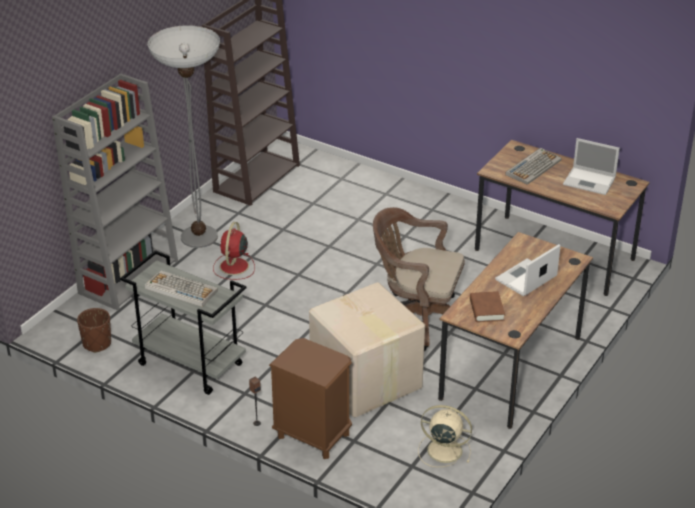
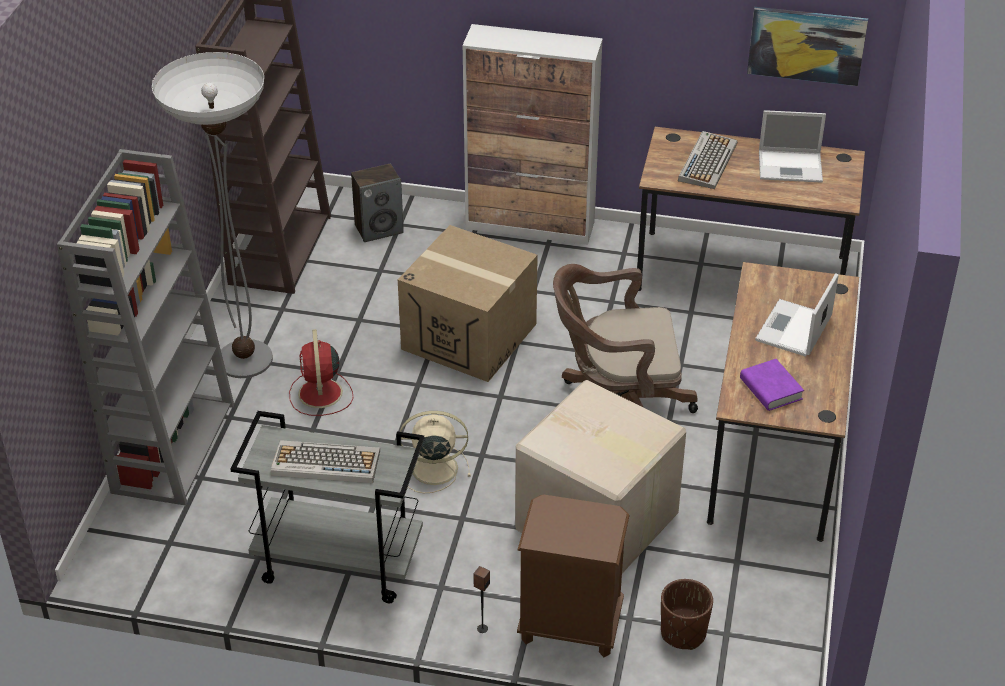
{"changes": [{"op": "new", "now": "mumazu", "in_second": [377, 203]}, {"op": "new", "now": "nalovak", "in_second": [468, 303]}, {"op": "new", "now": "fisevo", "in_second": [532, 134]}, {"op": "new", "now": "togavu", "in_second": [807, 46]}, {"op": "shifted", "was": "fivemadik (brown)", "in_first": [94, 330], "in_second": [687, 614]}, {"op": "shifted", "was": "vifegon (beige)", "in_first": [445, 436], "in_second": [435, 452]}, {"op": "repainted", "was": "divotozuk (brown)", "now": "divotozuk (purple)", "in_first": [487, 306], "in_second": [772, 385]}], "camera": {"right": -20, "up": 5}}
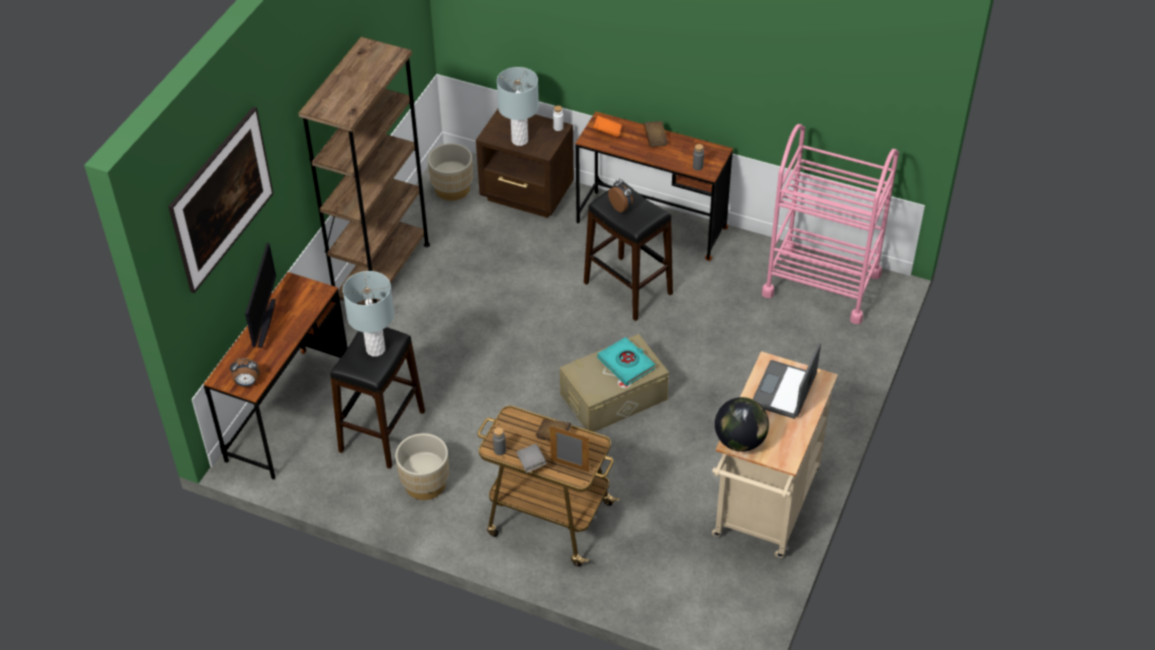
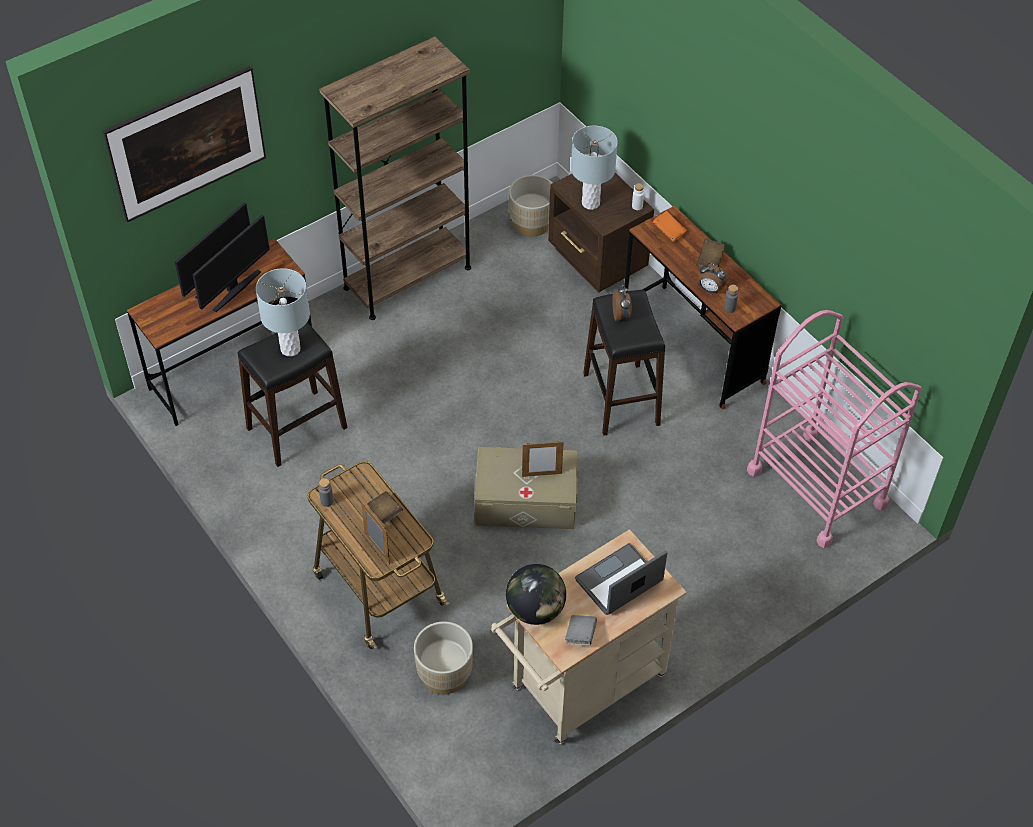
{"changes": [{"op": "new", "now": "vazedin", "in_second": [231, 263]}, {"op": "shifted", "was": "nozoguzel", "in_first": [245, 372], "in_second": [713, 278]}, {"op": "shifted", "was": "fivemadik (beige)", "in_first": [422, 466], "in_second": [443, 657]}, {"op": "shifted", "was": "divotozuk (grey)", "in_first": [531, 458], "in_second": [581, 630]}, {"op": "swapped", "was": "divotozuk (turquoise)", "now": "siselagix", "in_first": [626, 361], "in_second": [543, 459]}], "camera": {"right": 30, "up": 5}}
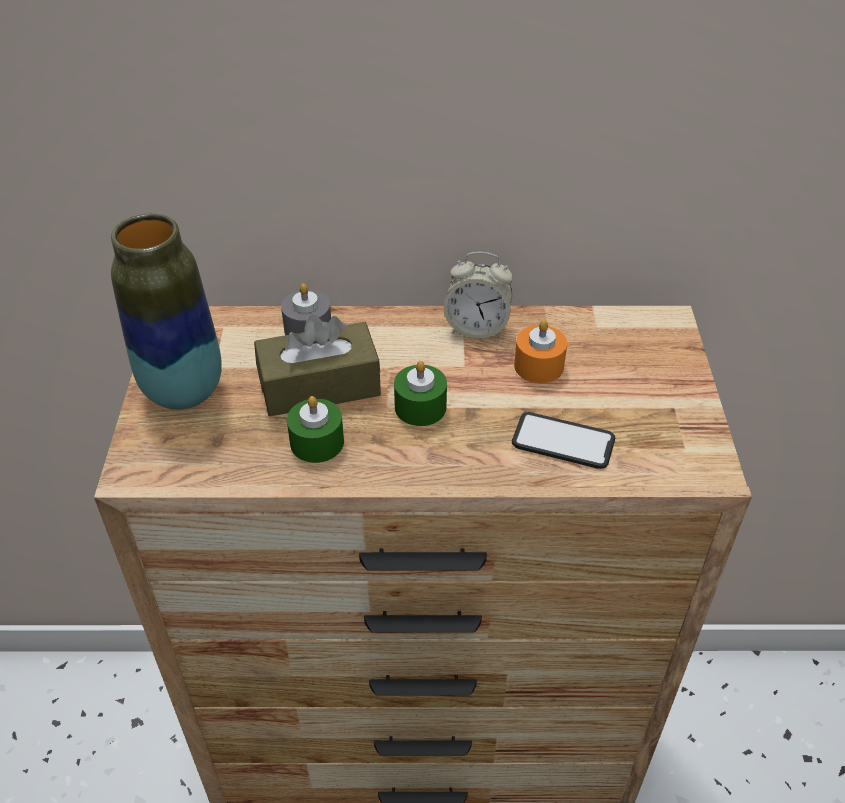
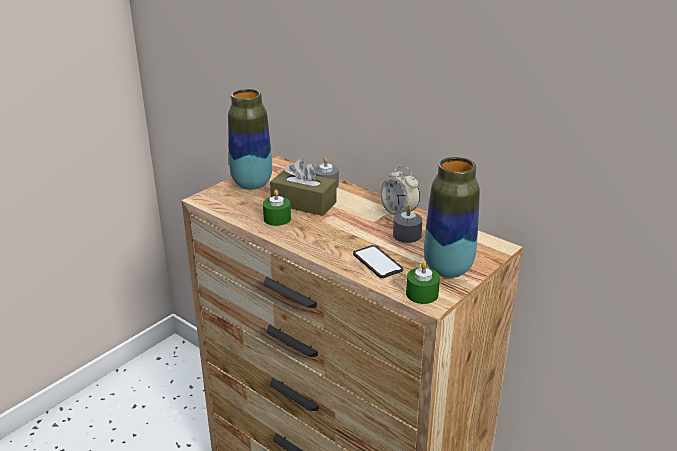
{"changes": [{"op": "new", "now": "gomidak", "in_second": [452, 217]}, {"op": "shifted", "was": "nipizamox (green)", "in_first": [420, 393], "in_second": [423, 282]}, {"op": "repainted", "was": "nipizamox (orange)", "now": "nipizamox (grey)", "in_first": [540, 351], "in_second": [408, 224]}], "camera": {"right": 40, "up": -15}}
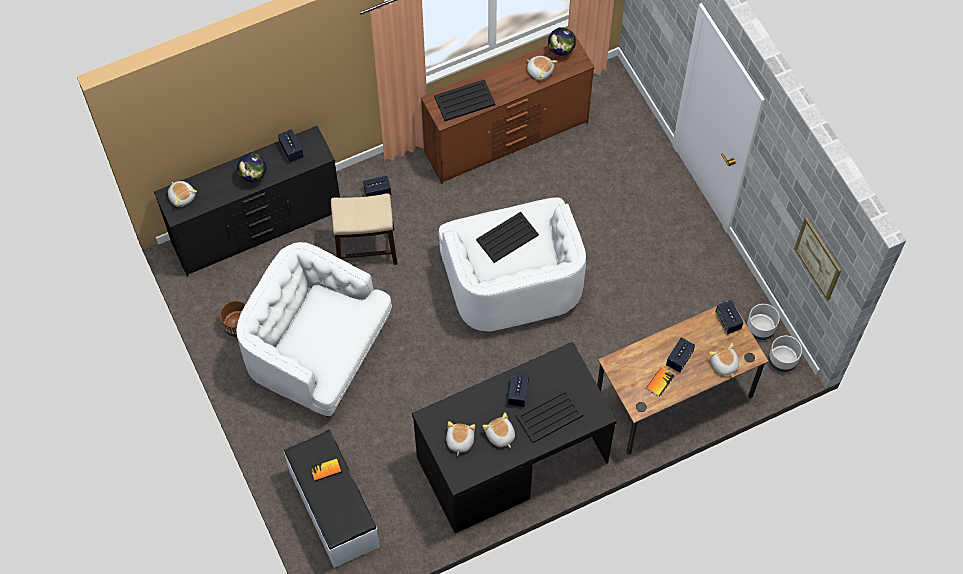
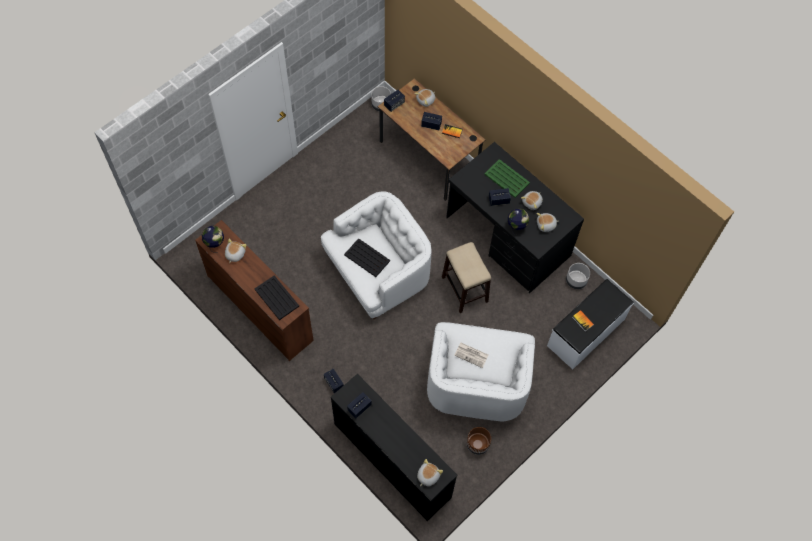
{"changes": [{"op": "gone", "was": "togavu", "in_first": [817, 259]}, {"op": "new", "now": "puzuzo", "in_second": [471, 355]}, {"op": "shifted", "was": "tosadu", "in_first": [251, 169], "in_second": [518, 221]}, {"op": "shifted", "was": "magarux", "in_first": [364, 229], "in_second": [466, 277]}, {"op": "shifted", "was": "fivemadik (grey)", "in_first": [763, 322], "in_second": [578, 276]}, {"op": "repainted", "was": "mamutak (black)", "now": "mamutak (green)", "in_first": [550, 415], "in_second": [507, 178]}], "camera": {"right": -110, "up": 0}}
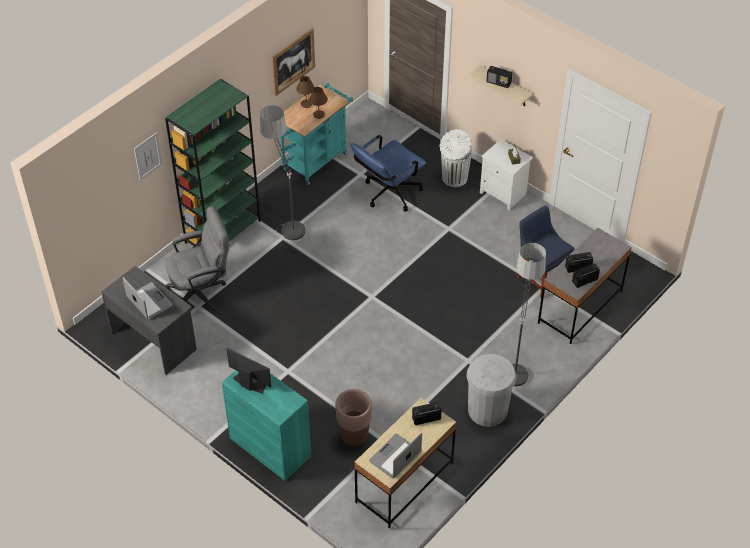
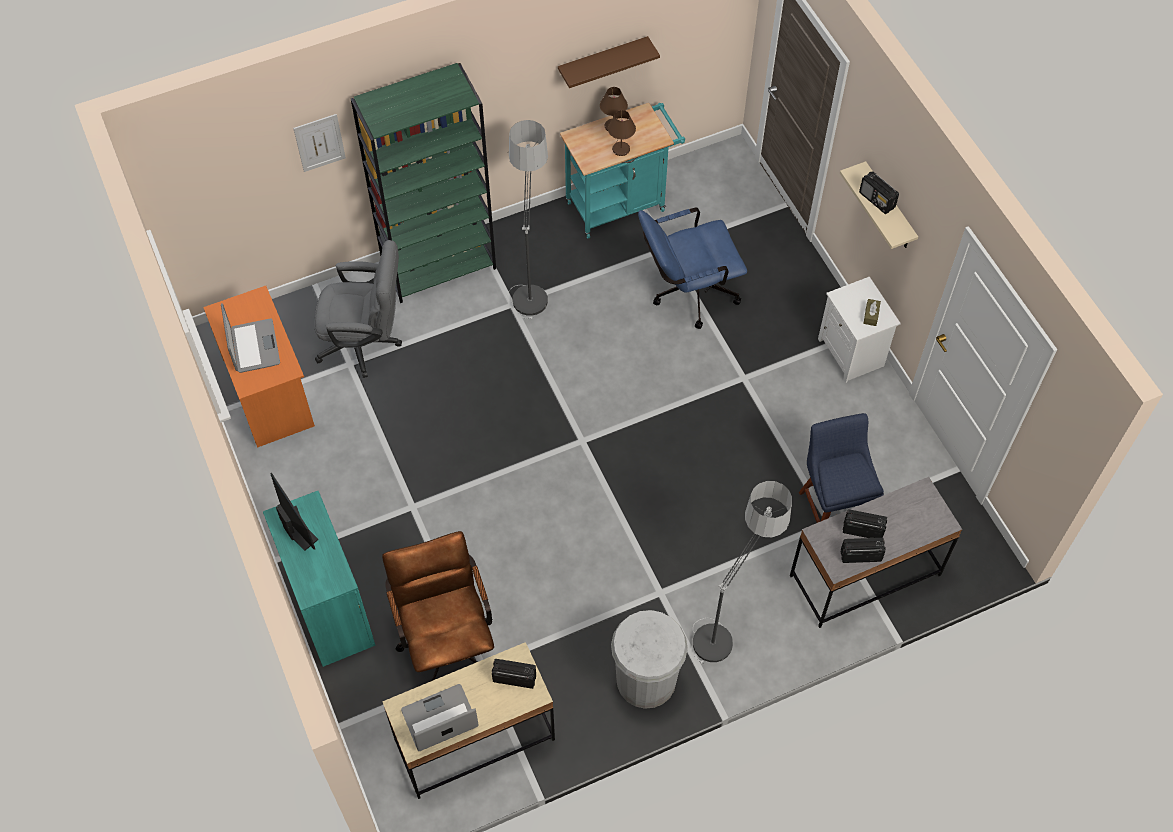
{"changes": [{"op": "gone", "was": "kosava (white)", "in_first": [456, 158]}, {"op": "swapped", "was": "togavu", "now": "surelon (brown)", "in_first": [293, 62], "in_second": [609, 62]}, {"op": "swapped", "was": "fivemadik (brown)", "now": "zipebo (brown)", "in_first": [353, 417], "in_second": [438, 606]}, {"op": "repainted", "was": "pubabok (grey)", "now": "pubabok (orange)", "in_first": [149, 320], "in_second": [259, 367]}], "camera": {"right": 25, "up": 10}}
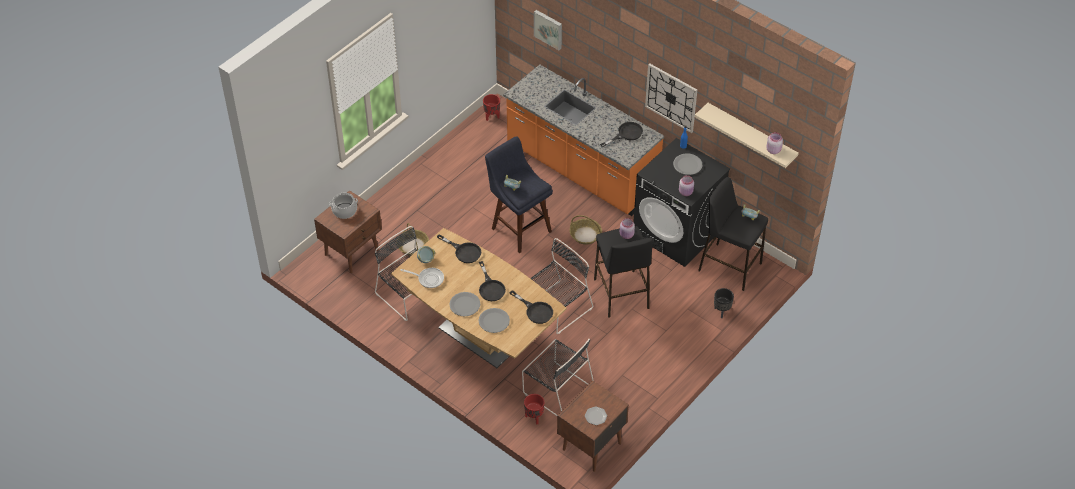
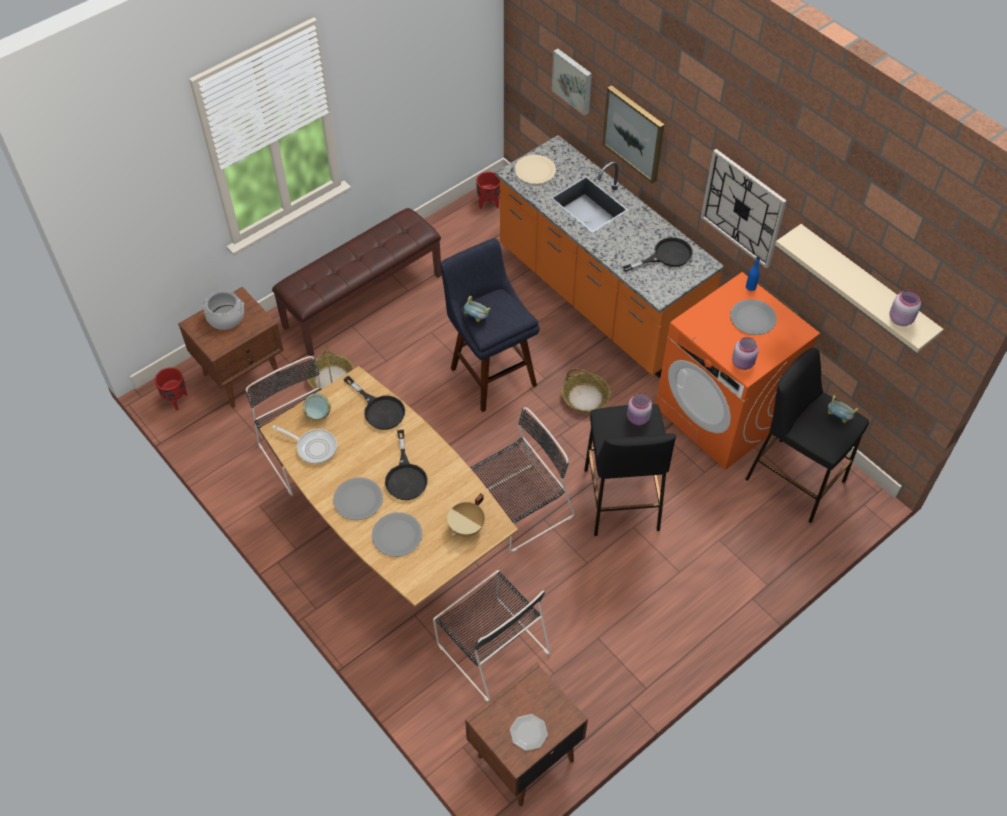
{"changes": [{"op": "gone", "was": "fivemadik (black)", "in_first": [724, 303]}, {"op": "new", "now": "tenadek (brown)", "in_second": [357, 282]}, {"op": "new", "now": "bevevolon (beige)", "in_second": [535, 169]}, {"op": "new", "now": "togavu", "in_second": [633, 134]}, {"op": "shifted", "was": "fivemadik (red)", "in_first": [534, 409], "in_second": [171, 388]}, {"op": "swapped", "was": "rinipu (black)", "now": "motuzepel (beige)", "in_first": [531, 307], "in_second": [466, 515]}, {"op": "repainted", "was": "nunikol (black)", "now": "nunikol (orange)", "in_first": [681, 202], "in_second": [738, 371]}], "camera": {"right": 10, "up": 5}}
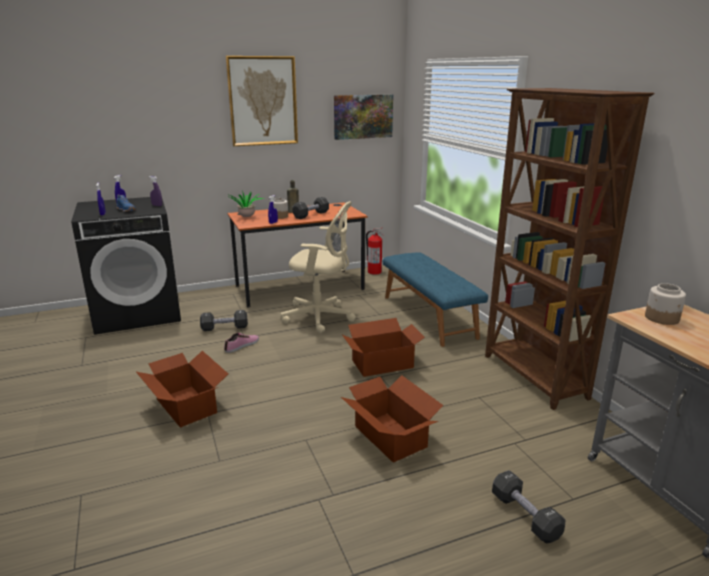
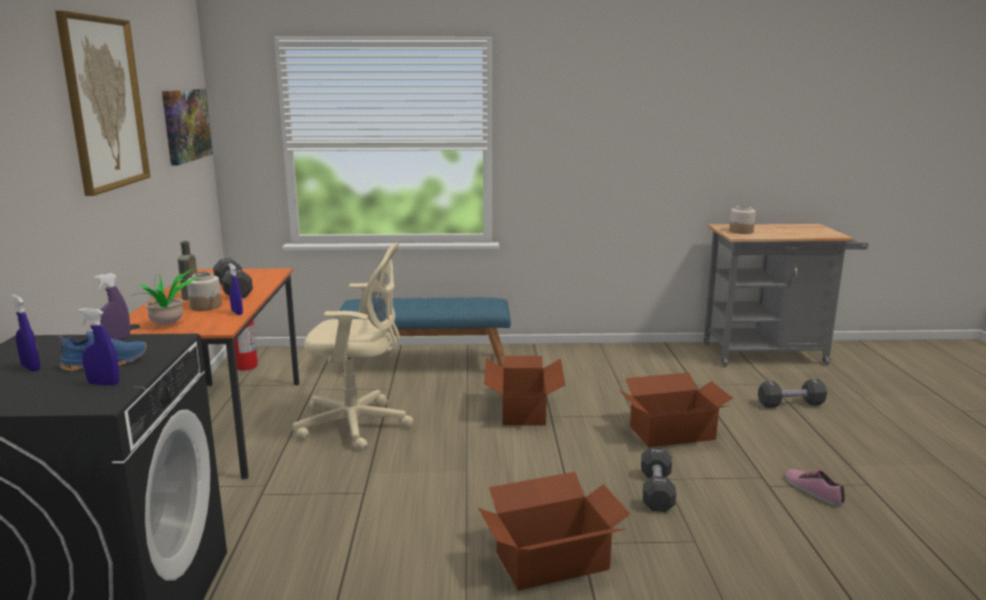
{"changes": [{"op": "gone", "was": "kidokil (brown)", "in_first": [569, 249]}, {"op": "shifted", "was": "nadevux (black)", "in_first": [224, 320], "in_second": [658, 479]}, {"op": "shifted", "was": "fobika", "in_first": [241, 343], "in_second": [815, 487]}, {"op": "rotated", "was": "zipebo (beige)", "in_first": [318, 267], "in_second": [353, 347], "clockwise": 60}], "camera": {"right": -70, "up": -5}}
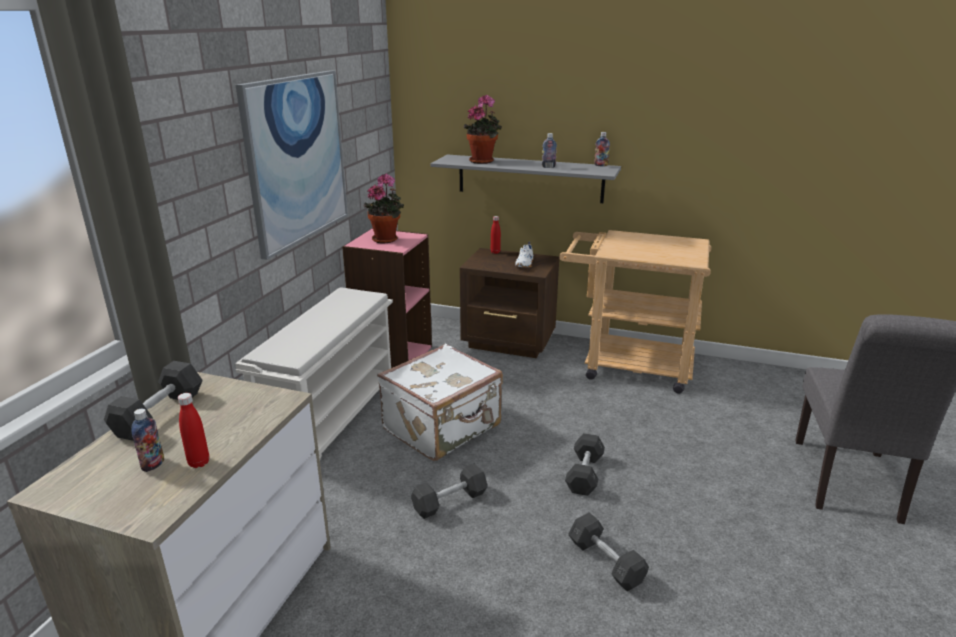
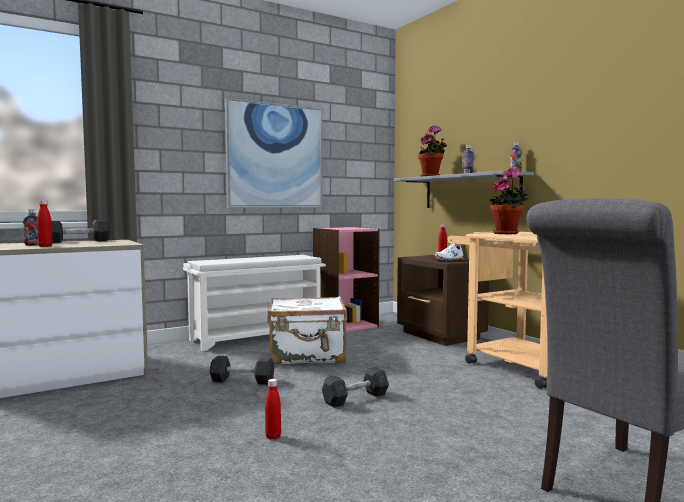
{"changes": [{"op": "shifted", "was": "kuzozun", "in_first": [384, 209], "in_second": [509, 201]}, {"op": "swapped", "was": "nadevux (grey)", "now": "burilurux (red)", "in_first": [608, 551], "in_second": [273, 409]}], "camera": {"right": 40, "up": -20}}
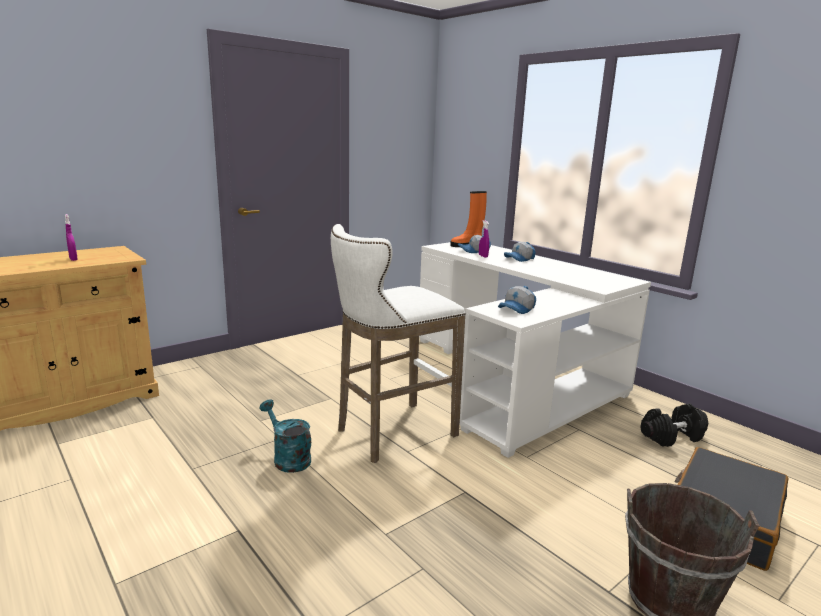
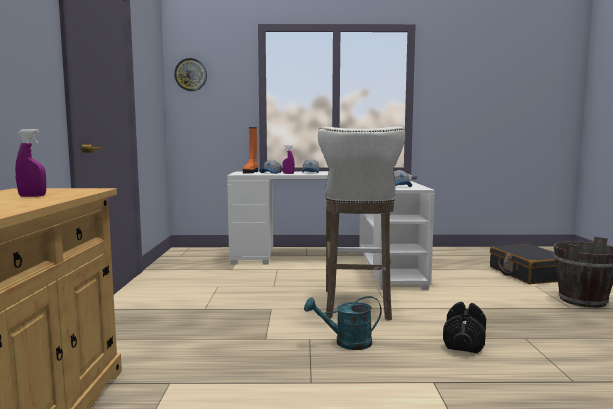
{"changes": [{"op": "new", "now": "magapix", "in_second": [190, 74]}, {"op": "shifted", "was": "nadevux (black)", "in_first": [674, 425], "in_second": [464, 327]}], "camera": {"right": -50, "up": -10}}
